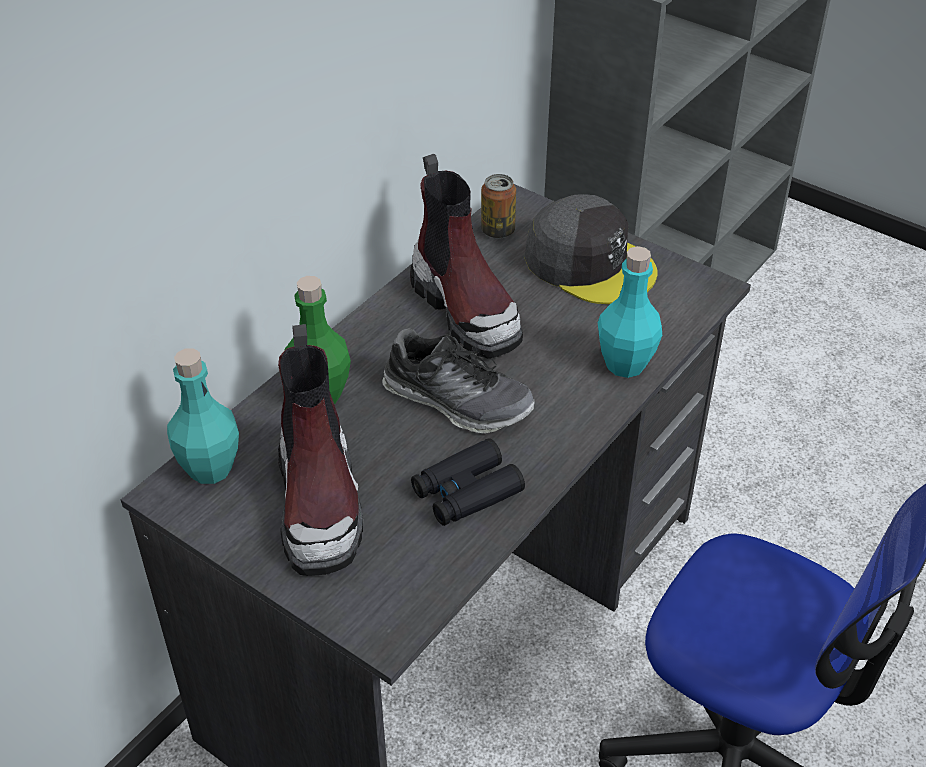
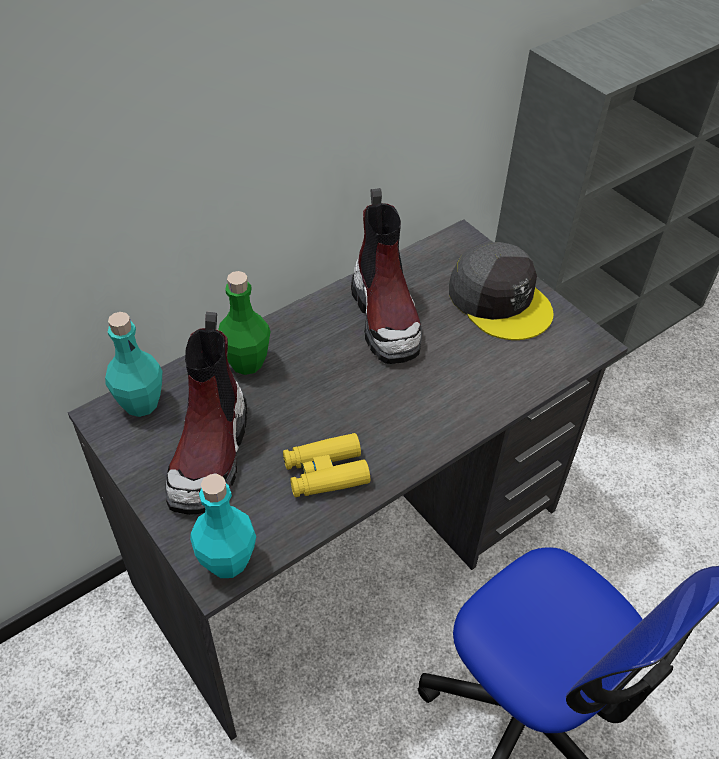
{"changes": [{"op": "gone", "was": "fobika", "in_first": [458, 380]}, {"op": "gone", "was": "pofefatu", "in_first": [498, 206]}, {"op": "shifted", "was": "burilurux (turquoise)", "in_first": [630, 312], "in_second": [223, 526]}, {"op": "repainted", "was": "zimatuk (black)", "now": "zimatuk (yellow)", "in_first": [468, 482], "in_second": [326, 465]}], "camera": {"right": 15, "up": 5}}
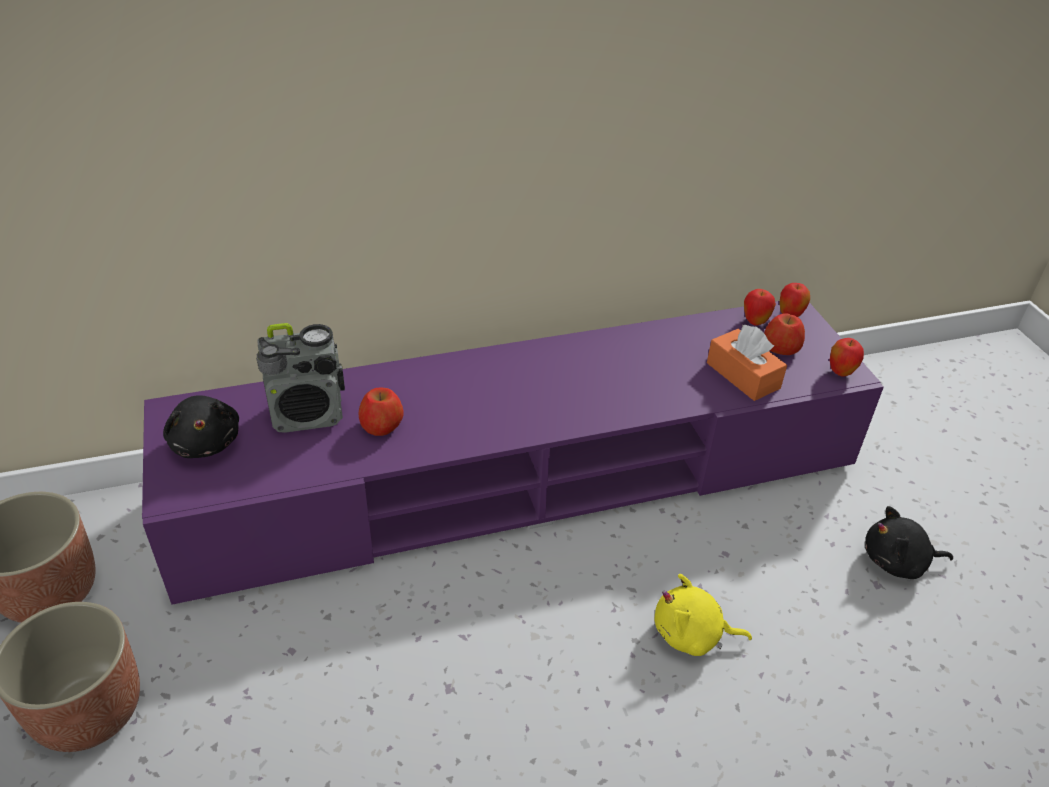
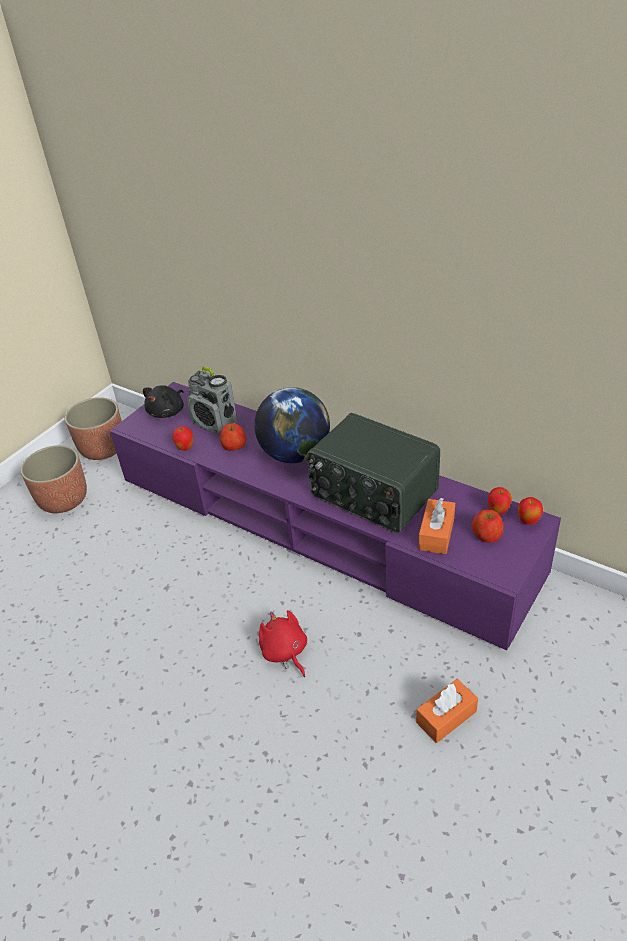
{"changes": [{"op": "new", "now": "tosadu", "in_second": [292, 425]}, {"op": "new", "now": "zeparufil", "in_second": [373, 473]}, {"op": "shifted", "was": "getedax", "in_first": [847, 357], "in_second": [182, 438]}, {"op": "swapped", "was": "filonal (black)", "now": "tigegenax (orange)", "in_first": [909, 542], "in_second": [447, 711]}, {"op": "repainted", "was": "filonal (yellow)", "now": "filonal (red)", "in_first": [703, 615], "in_second": [283, 643]}], "camera": {"right": 55, "up": 0}}
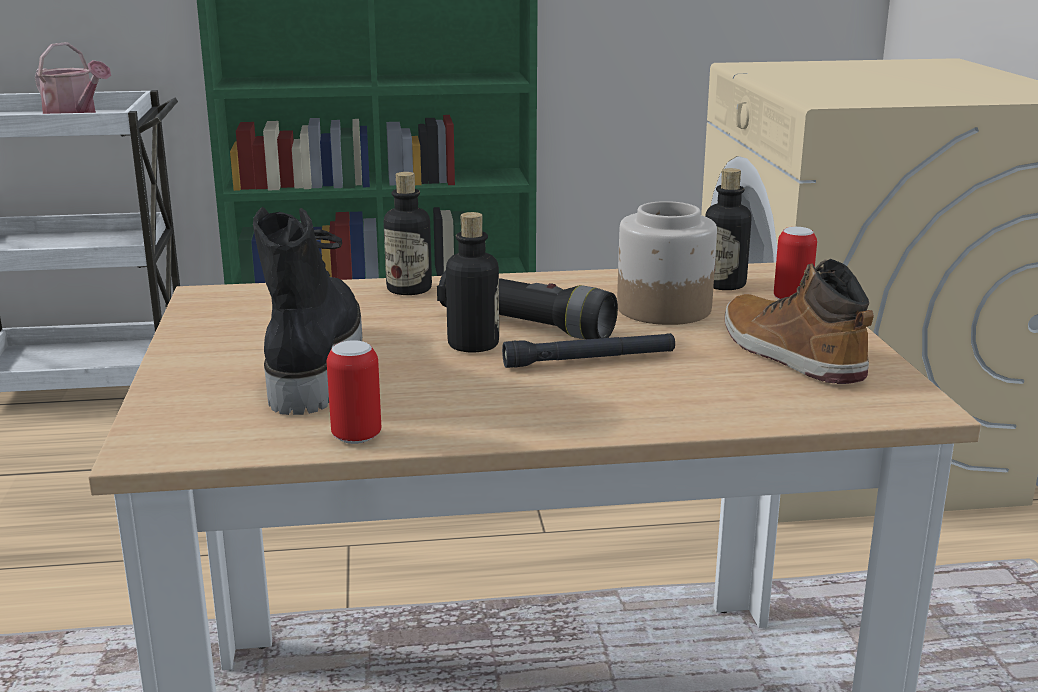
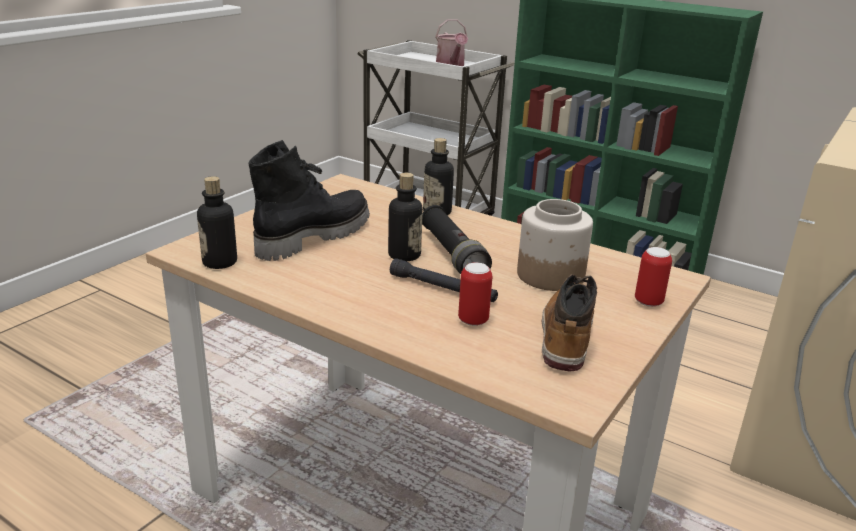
{"changes": [{"op": "shifted", "was": "pofefatu", "in_first": [354, 392], "in_second": [475, 294]}, {"op": "shifted", "was": "burilurux", "in_first": [728, 229], "in_second": [217, 222]}], "camera": {"right": 40, "up": 5}}
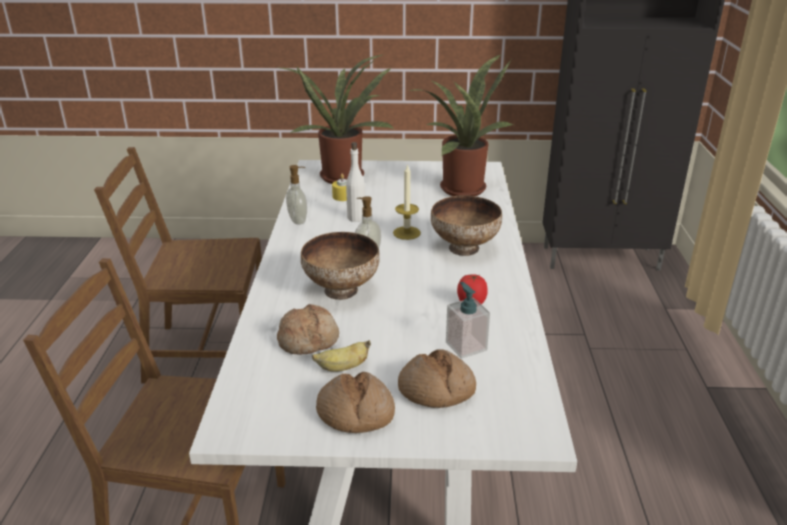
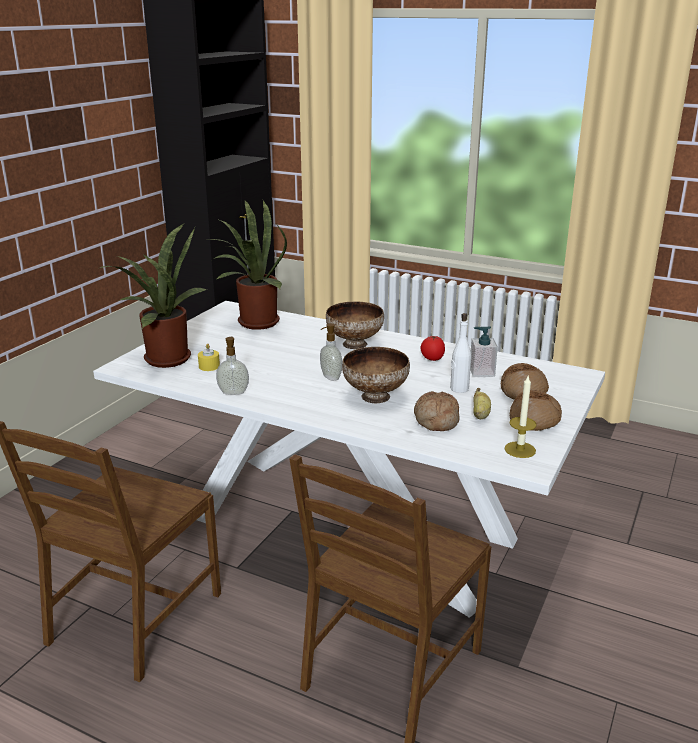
{"changes": [{"op": "shifted", "was": "burilurux (white)", "in_first": [355, 182], "in_second": [460, 353]}, {"op": "shifted", "was": "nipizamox", "in_first": [407, 202], "in_second": [521, 417]}], "camera": {"right": -65, "up": -5}}
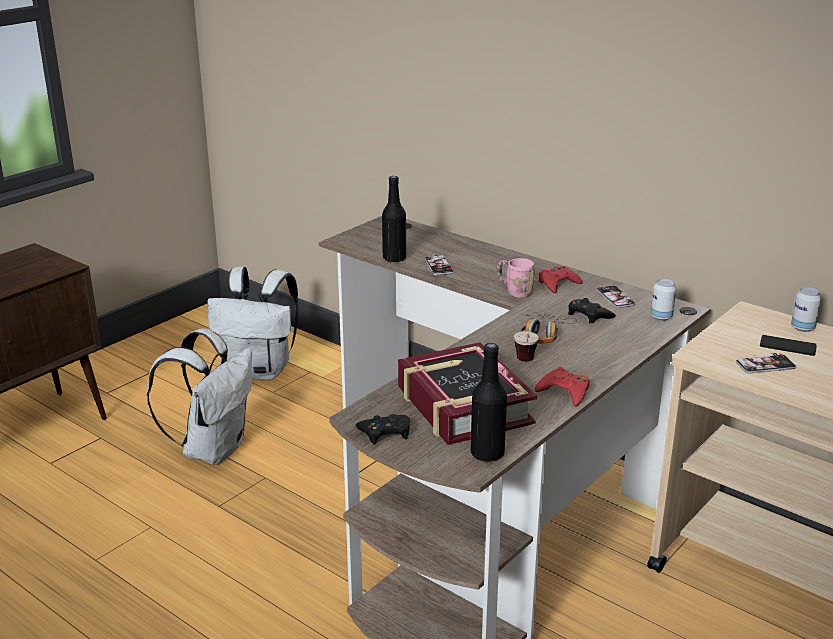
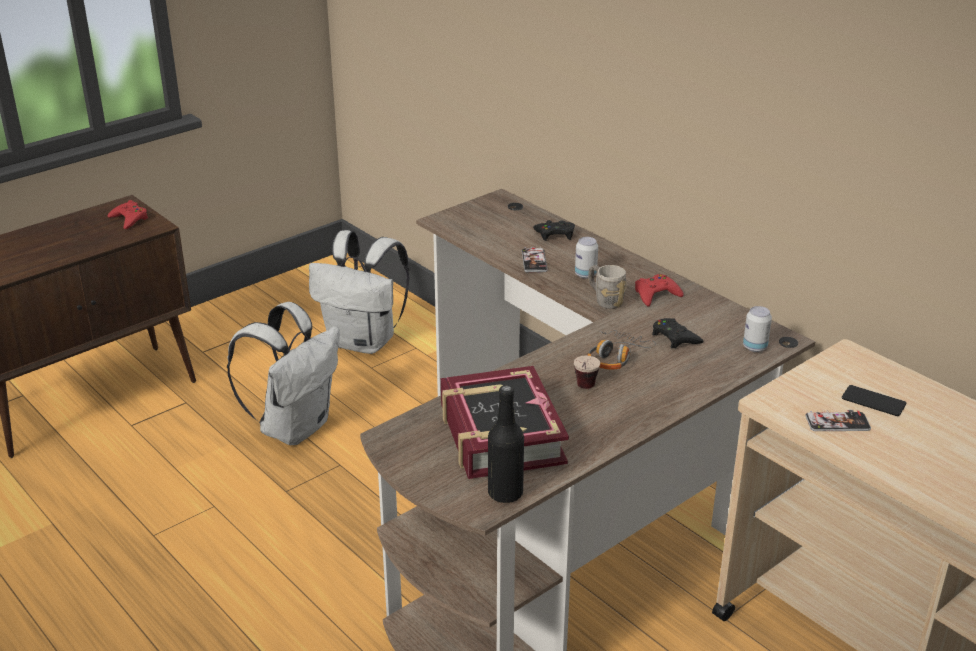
{"changes": [{"op": "gone", "was": "burilurux (black)", "in_first": [394, 219]}, {"op": "gone", "was": "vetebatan", "in_first": [615, 296]}, {"op": "shifted", "was": "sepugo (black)", "in_first": [383, 429], "in_second": [554, 230]}, {"op": "shifted", "was": "sepugo (red)", "in_first": [562, 386], "in_second": [128, 214]}, {"op": "shifted", "was": "pofefatu", "in_first": [806, 309], "in_second": [586, 258]}, {"op": "repainted", "was": "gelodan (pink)", "now": "gelodan (grey)", "in_first": [516, 278], "in_second": [607, 287]}], "camera": {"right": 10, "up": 5}}
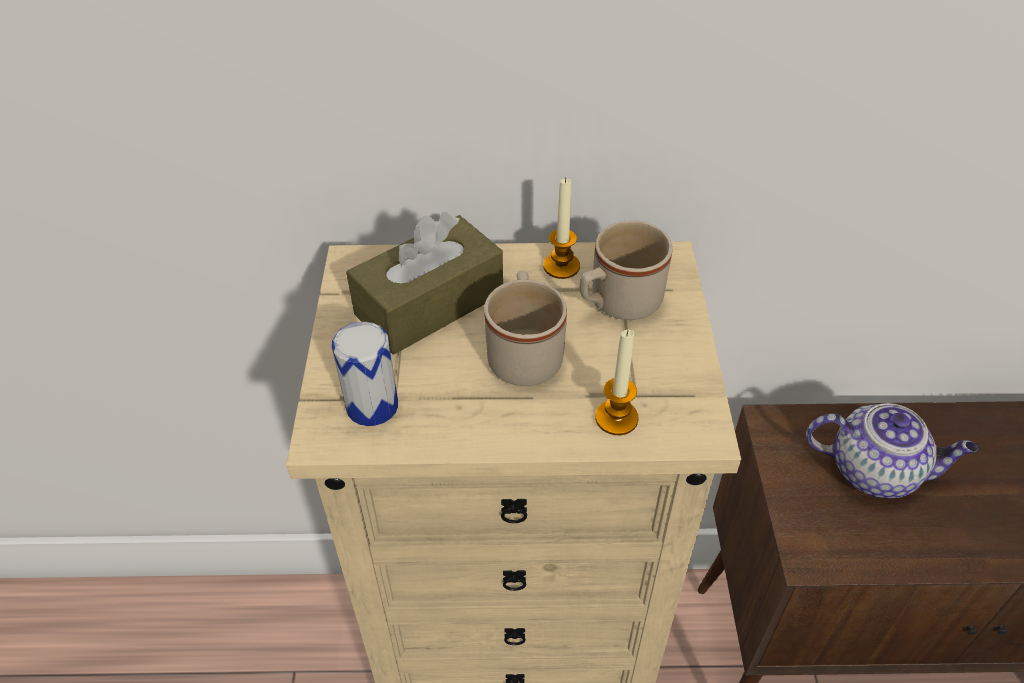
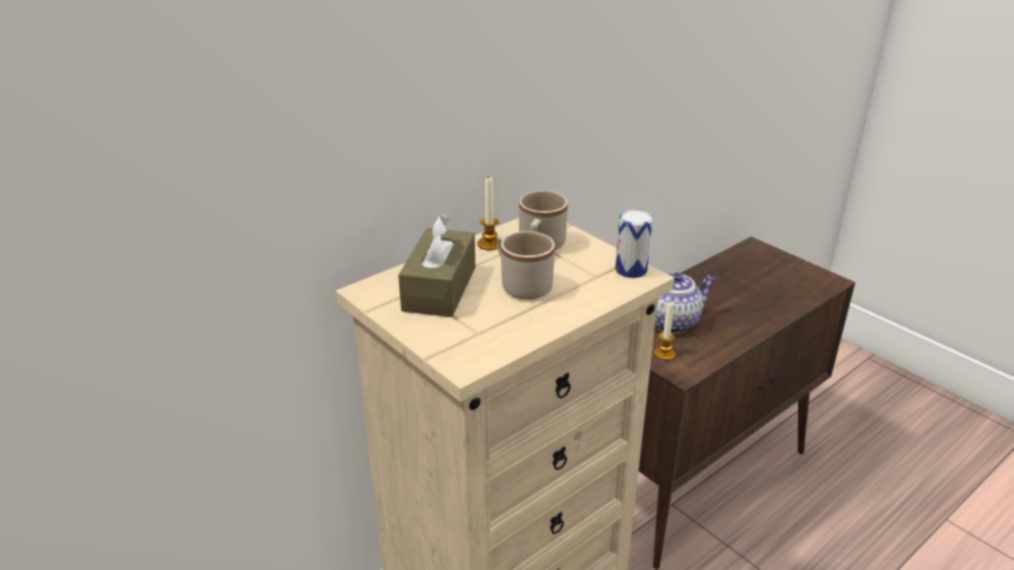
{"changes": [{"op": "shifted", "was": "pofefatu", "in_first": [365, 374], "in_second": [634, 244]}, {"op": "shifted", "was": "nipizamox", "in_first": [617, 382], "in_second": [664, 331]}], "camera": {"right": -40, "up": -15}}
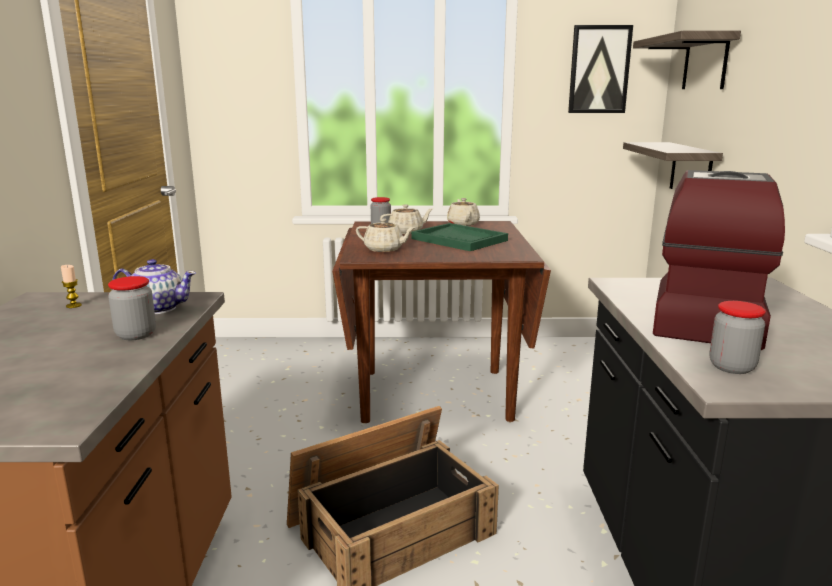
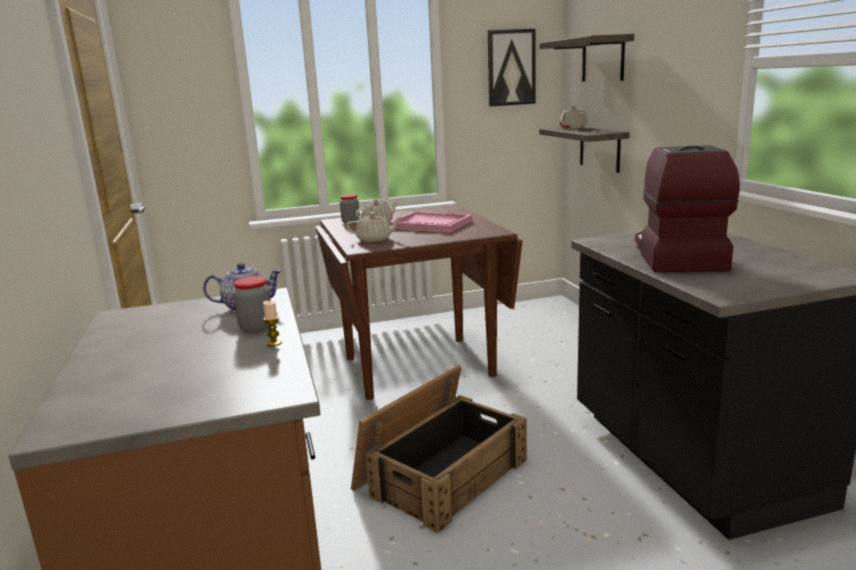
{"changes": [{"op": "gone", "was": "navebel", "in_first": [737, 337]}, {"op": "shifted", "was": "nipizamox", "in_first": [71, 286], "in_second": [272, 323]}, {"op": "shifted", "was": "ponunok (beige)", "in_first": [463, 212], "in_second": [573, 117]}, {"op": "repainted", "was": "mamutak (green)", "now": "mamutak (pink)", "in_first": [459, 237], "in_second": [430, 222]}], "camera": {"right": -15, "up": 0}}
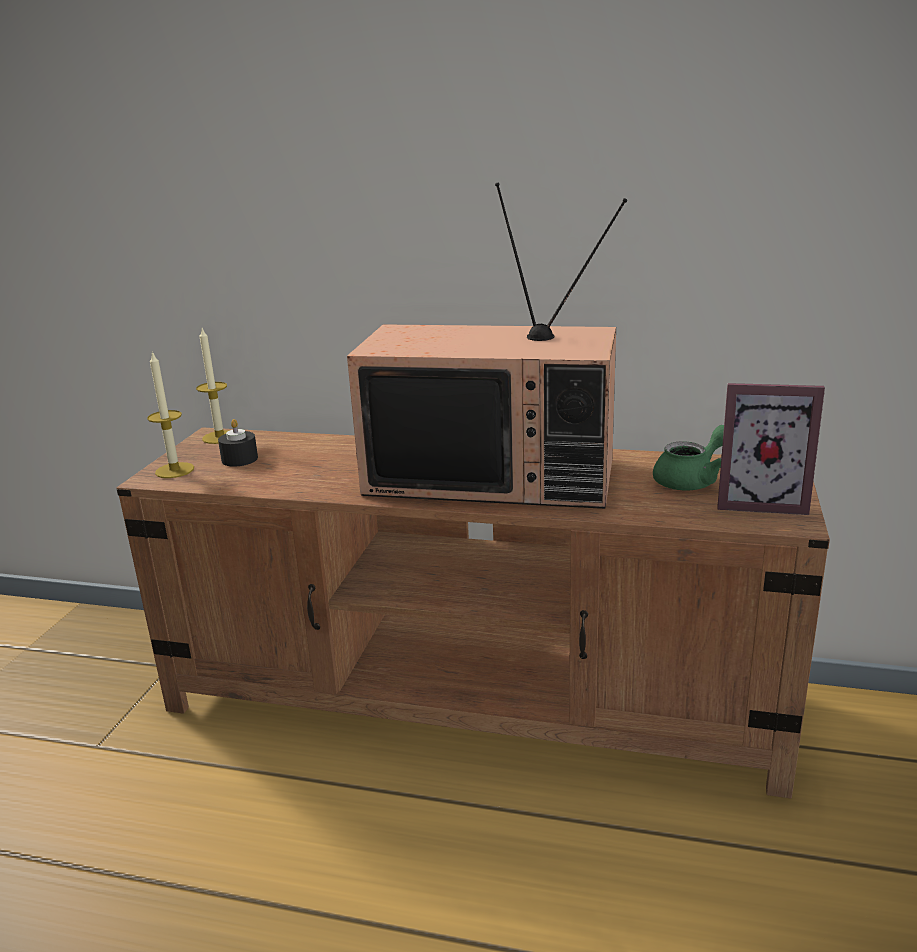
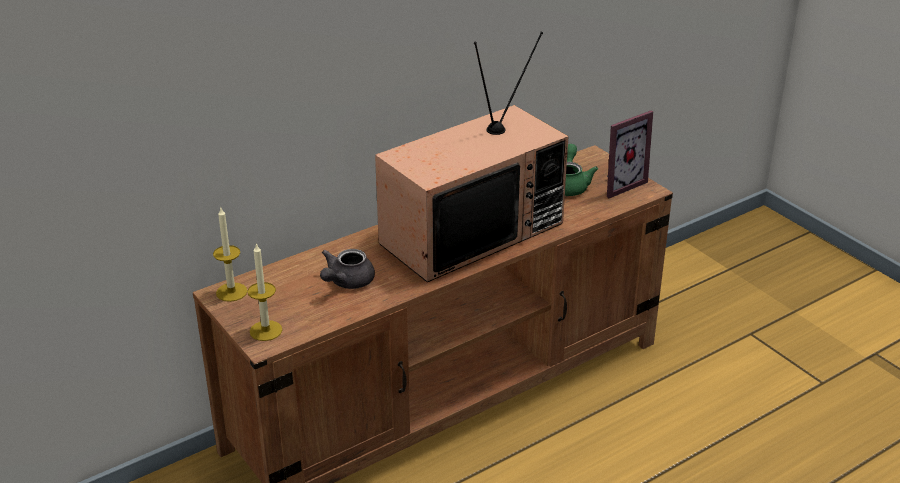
{"changes": [{"op": "gone", "was": "nipizamox (black)", "in_first": [238, 443]}, {"op": "new", "now": "ponunok (grey)", "in_second": [347, 269]}], "camera": {"right": -50, "up": 10}}
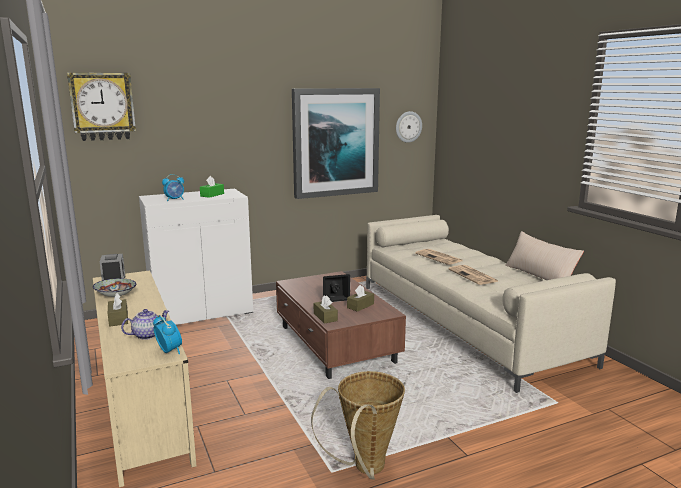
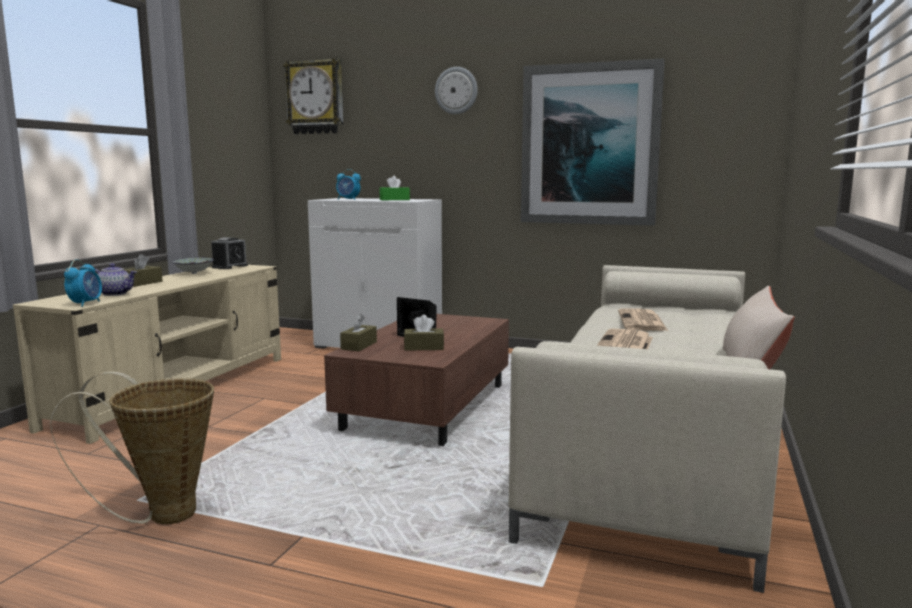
{"changes": [{"op": "shifted", "was": "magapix", "in_first": [409, 127], "in_second": [456, 90]}], "camera": {"right": 45, "up": -5}}
